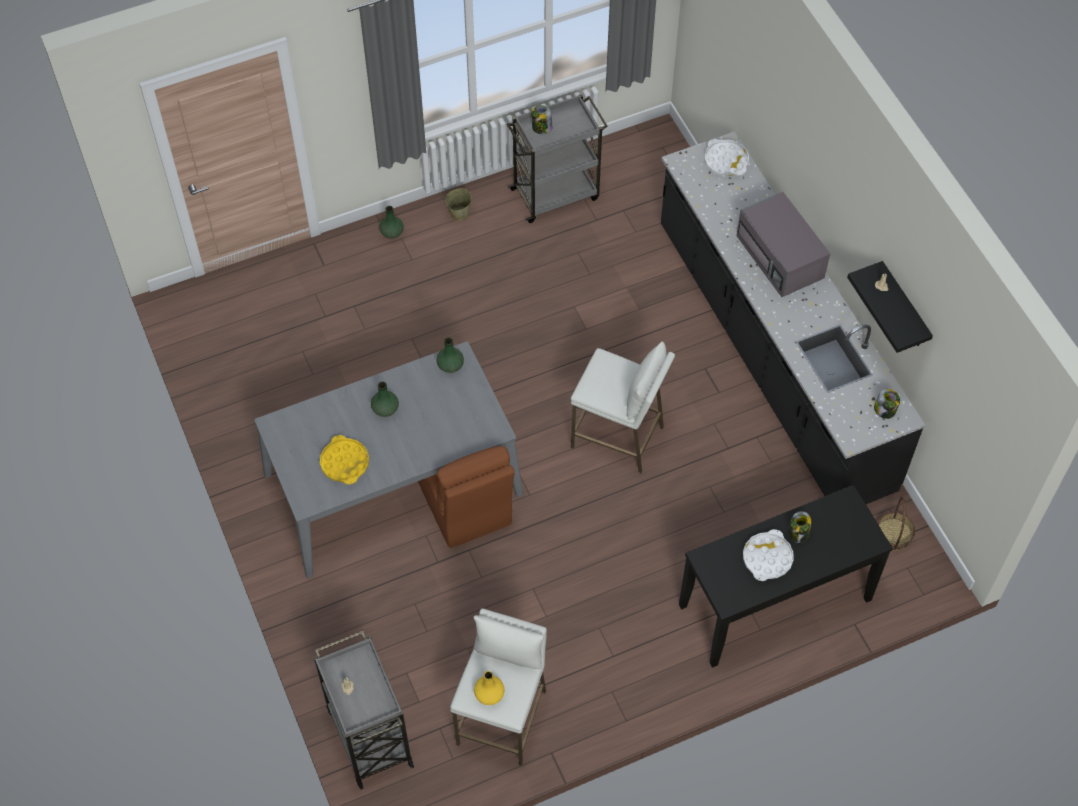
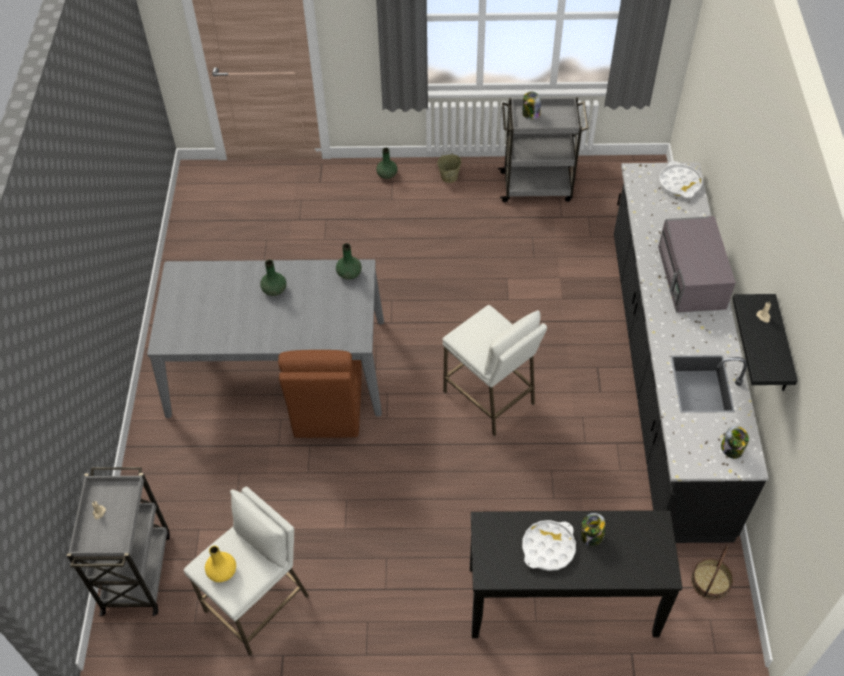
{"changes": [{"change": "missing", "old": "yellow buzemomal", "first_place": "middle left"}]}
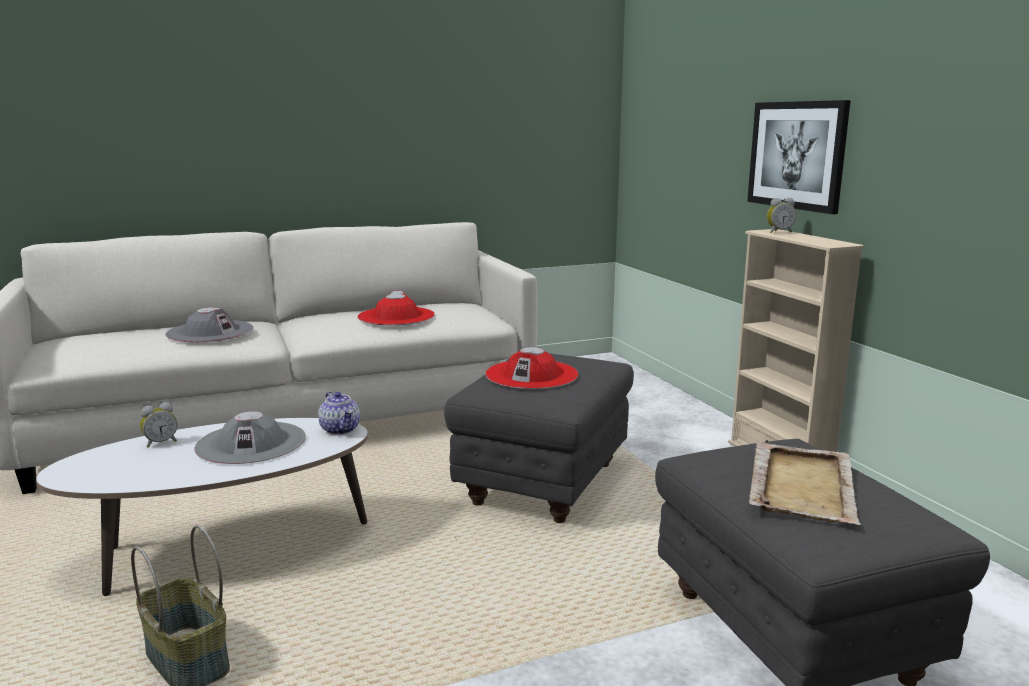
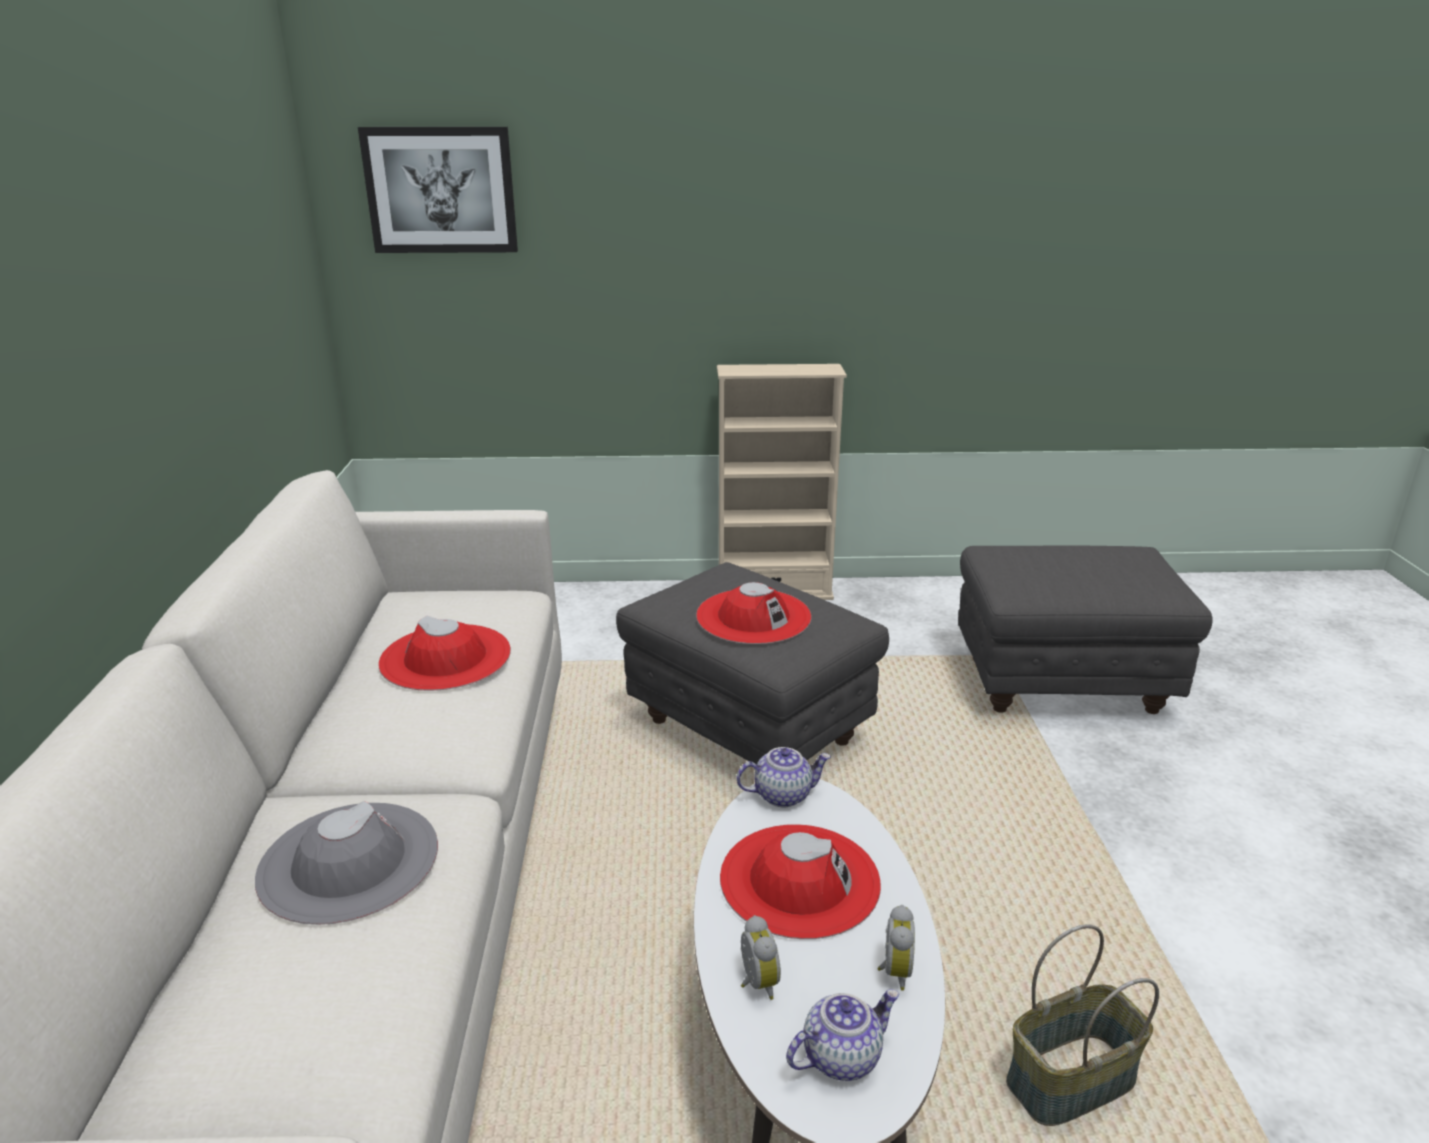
{"changes": [{"change": "relocated", "old": "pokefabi", "first_place": "top right", "second_place": "top left"}, {"change": "relocated", "old": "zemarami (no. 2 from left)", "first_place": "top right", "second_place": "bottom centre"}, {"change": "colour", "old": "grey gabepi (no. 2 from left)", "new": "red gabepi (no. 3 from left)", "first_place": "middle left", "second_place": "bottom centre"}, {"change": "missing", "old": "beige buzemomal", "first_place": "bottom right"}, {"change": "appeared", "new": "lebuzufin (no. 2 from left)", "second_place": "bottom centre"}]}
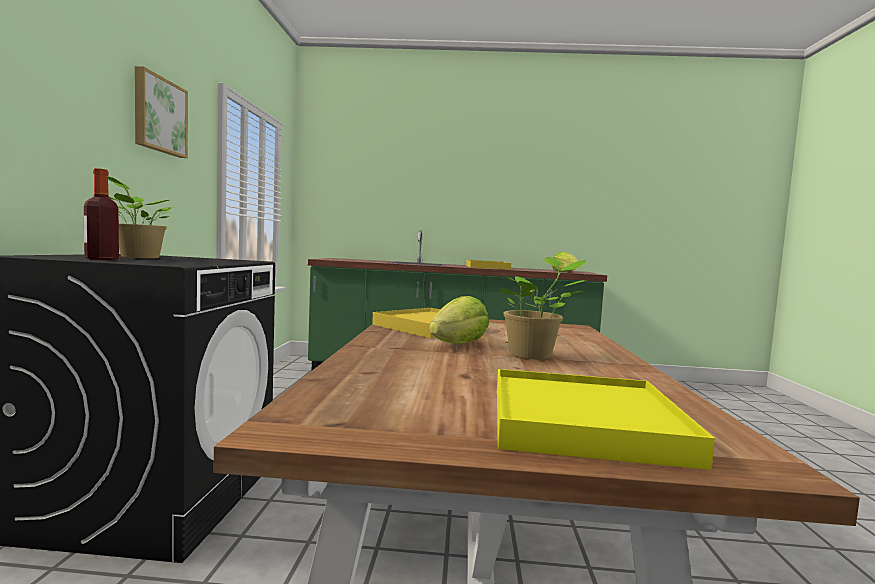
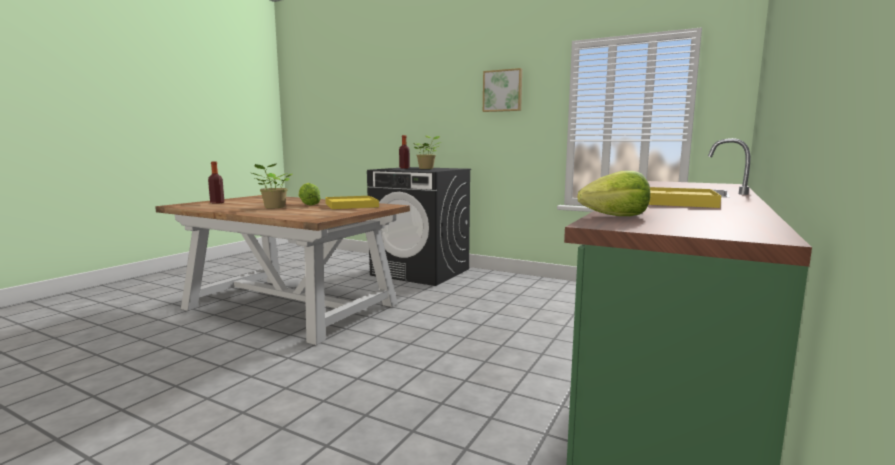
{"changes": [{"change": "exchanged", "old": "yellow buzemomal (no. 3 from left)", "new": "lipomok (no. 1 from left)", "first_place": "bottom right", "second_place": "middle left"}]}
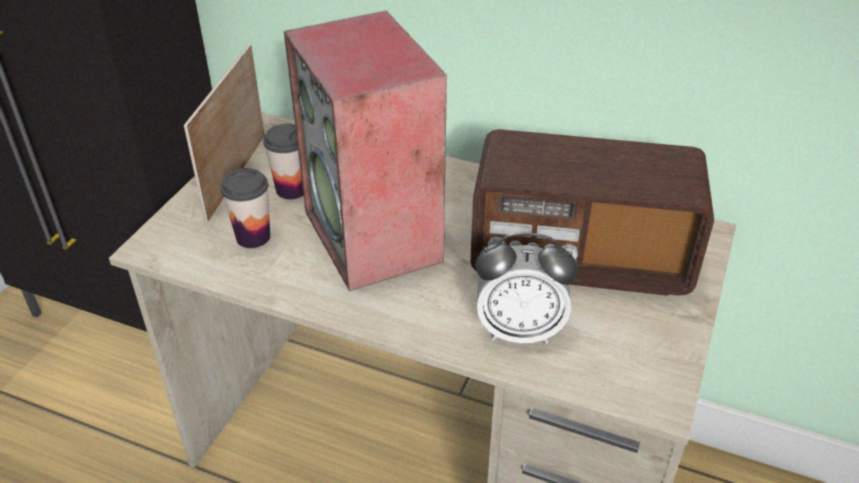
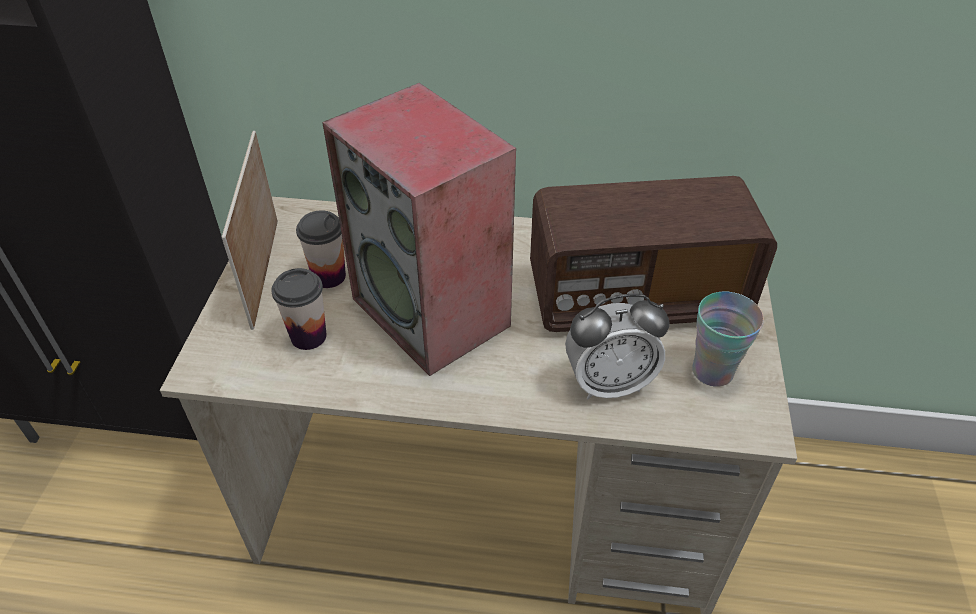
{"changes": [{"change": "appeared", "new": "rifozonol (no. 3 from left)", "second_place": "middle right"}]}
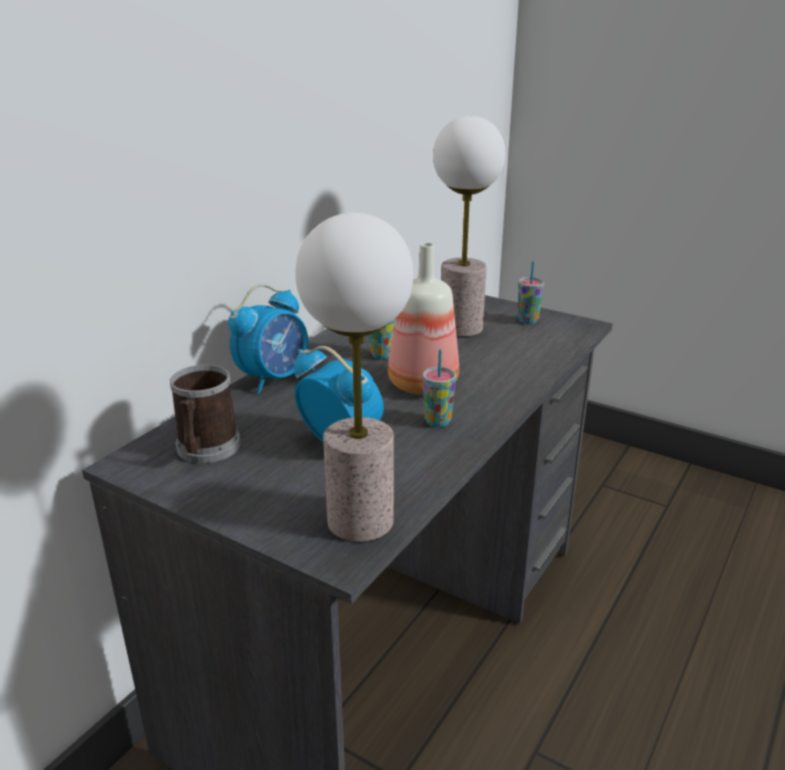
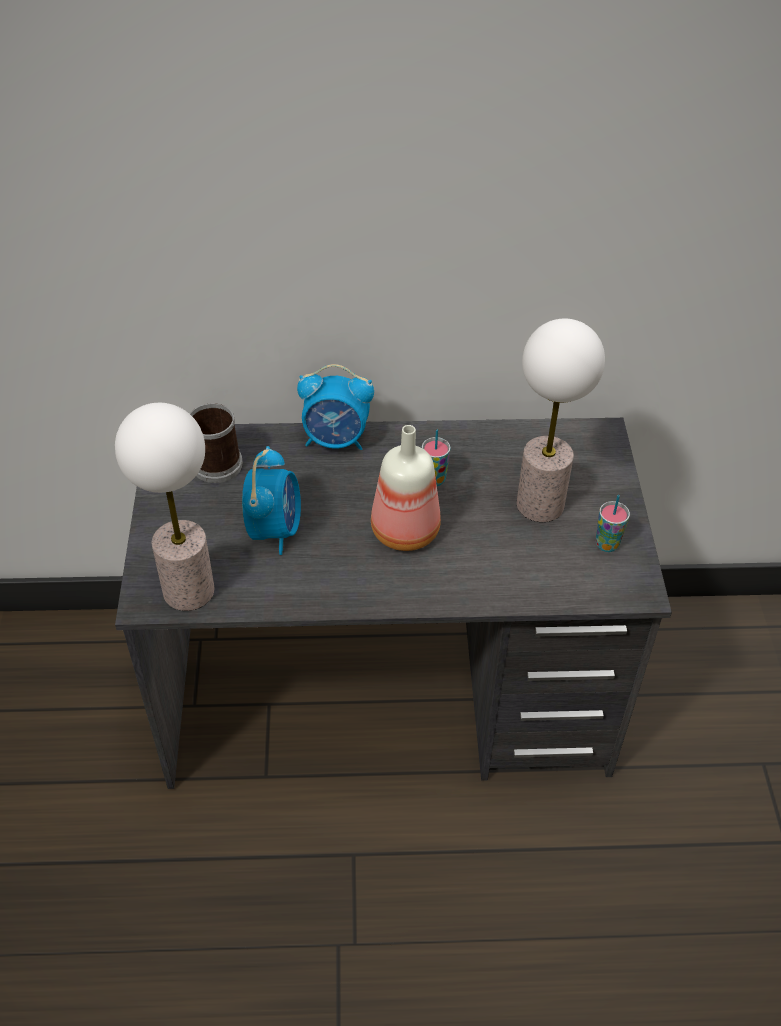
{"changes": [{"change": "missing", "old": "rifozonol (no. 2 from left)", "first_place": "centre"}]}
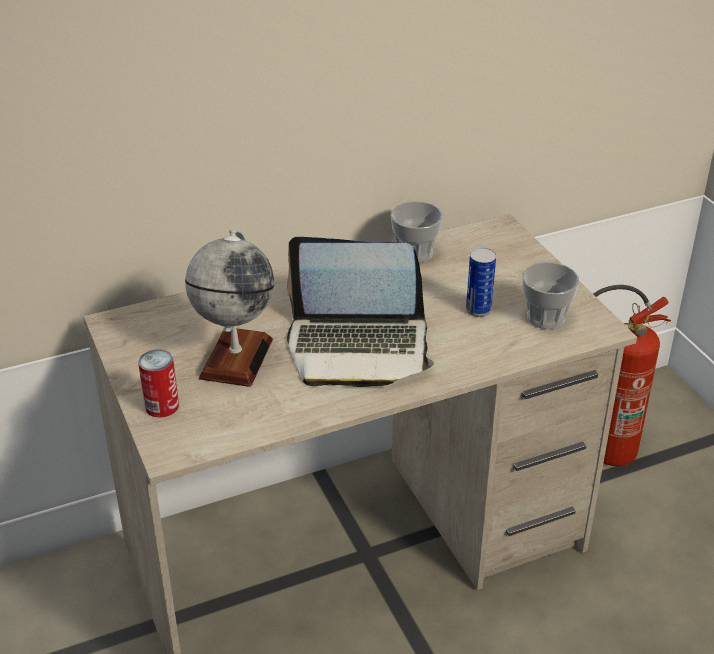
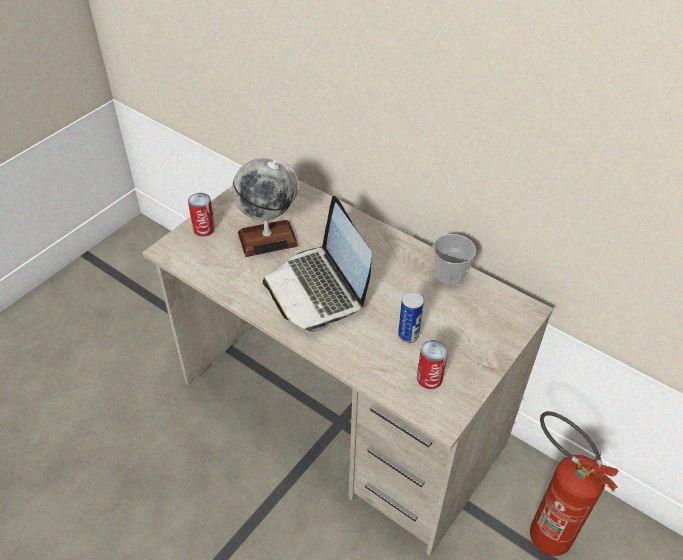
{"changes": [{"change": "exchanged", "old": "rifozonol (no. 2 from left)", "new": "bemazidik (no. 3 from left)", "first_place": "middle right", "second_place": "centre"}]}
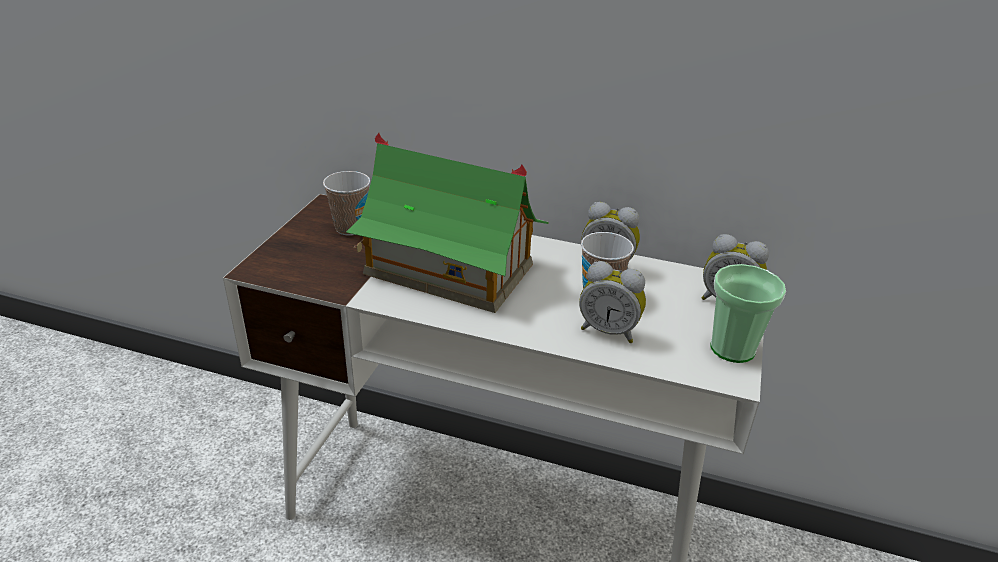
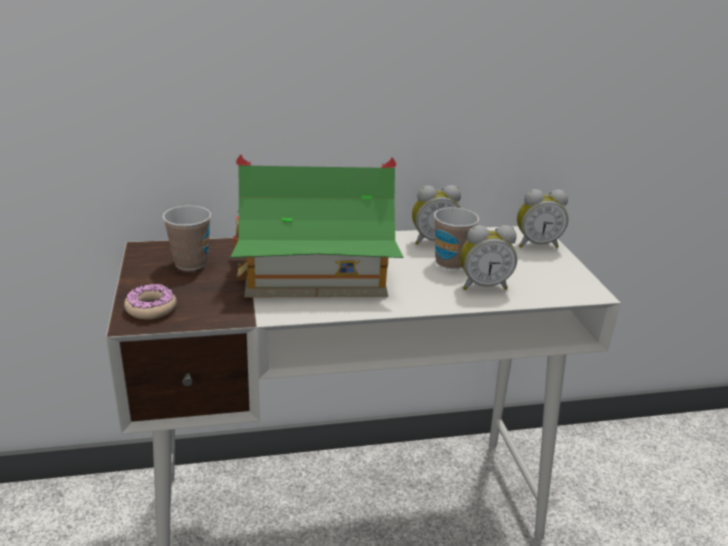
{"changes": [{"change": "missing", "old": "rifozonol (no. 3 from left)", "first_place": "middle right"}, {"change": "appeared", "new": "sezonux", "second_place": "middle left"}]}
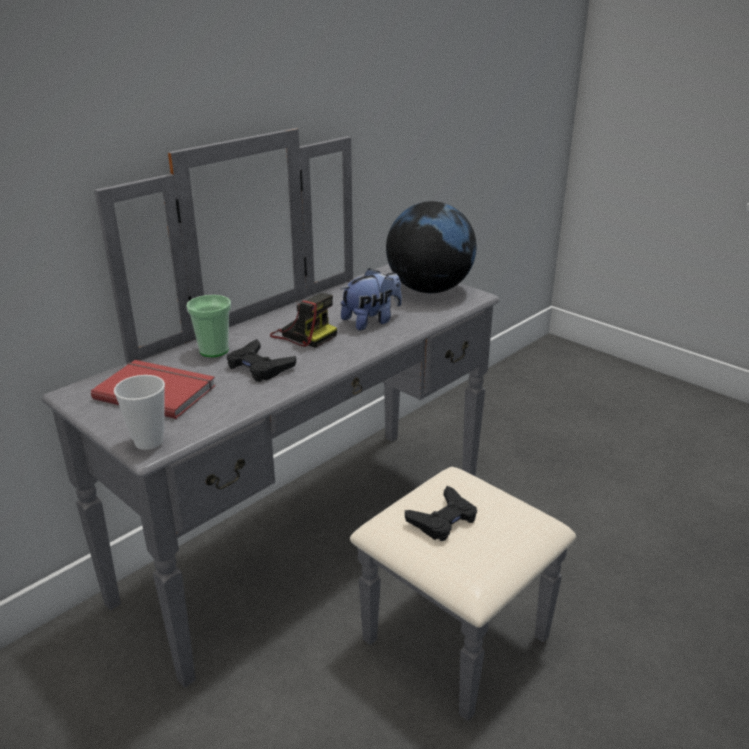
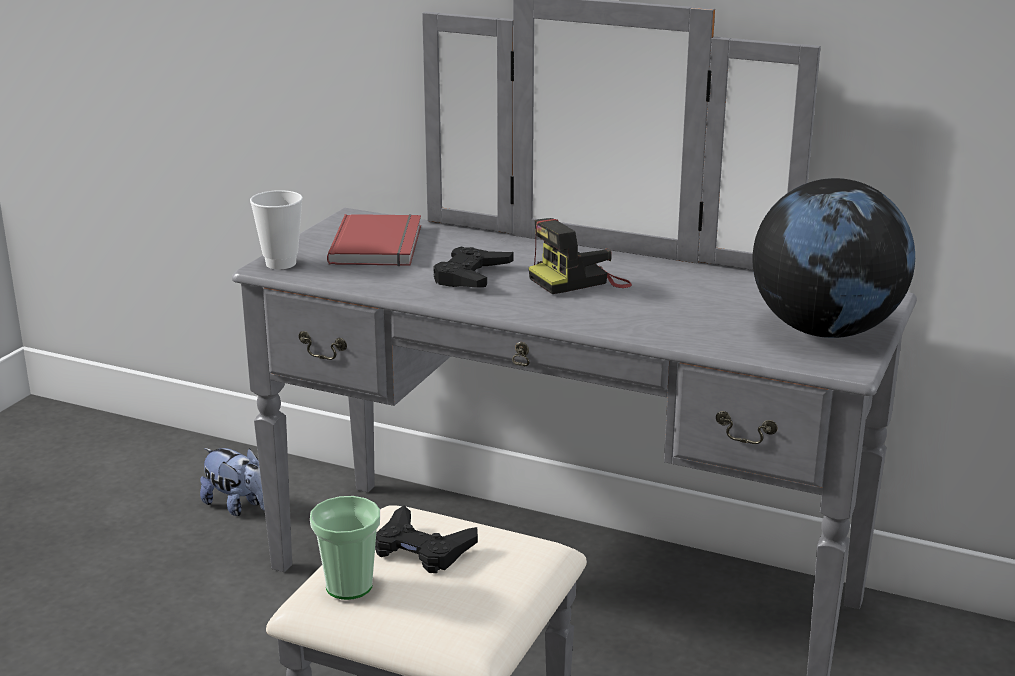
{"changes": [{"change": "relocated", "old": "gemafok", "first_place": "centre", "second_place": "bottom left"}, {"change": "spun", "old": "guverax", "first_place": "centre", "second_place": "centre", "degrees": 45}, {"change": "relocated", "old": "rifozonol (no. 2 from left)", "first_place": "middle left", "second_place": "bottom centre"}]}
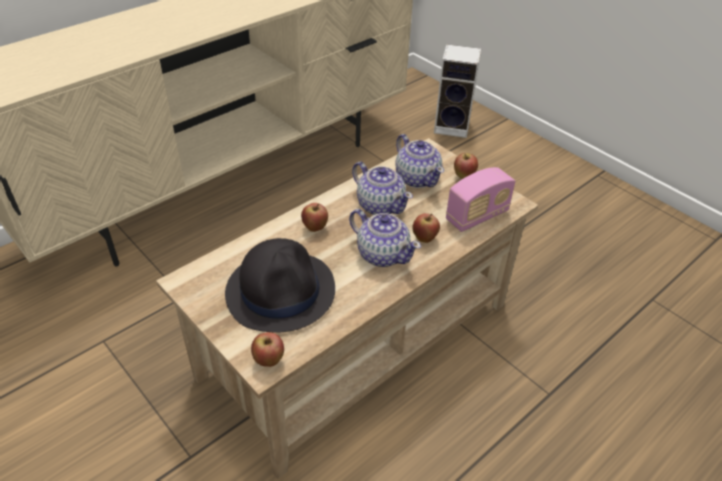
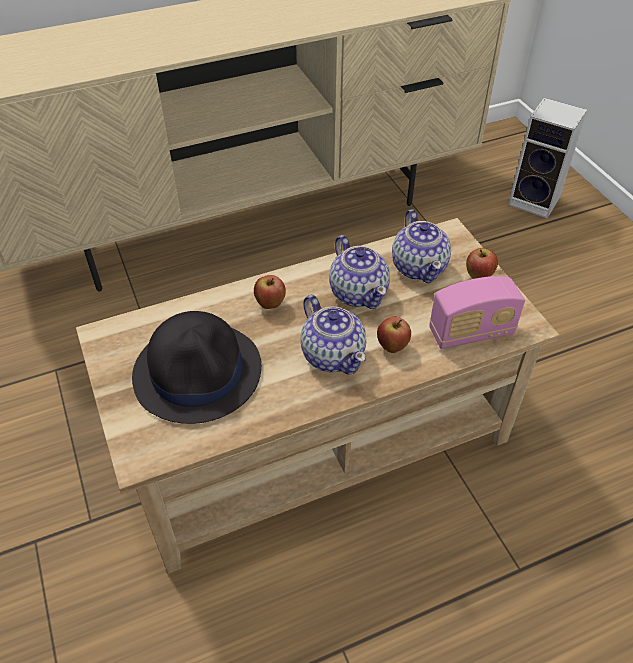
{"changes": [{"change": "missing", "old": "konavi (no. 1 from left)", "first_place": "bottom centre"}]}
